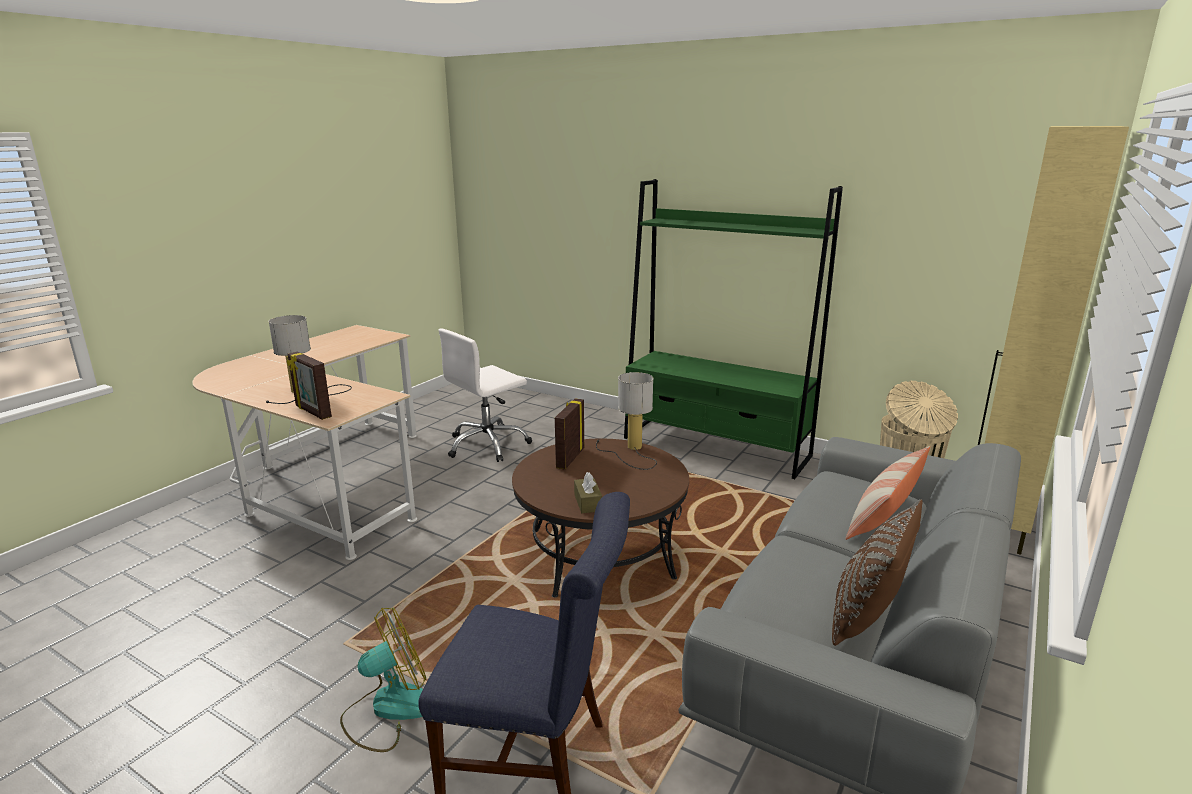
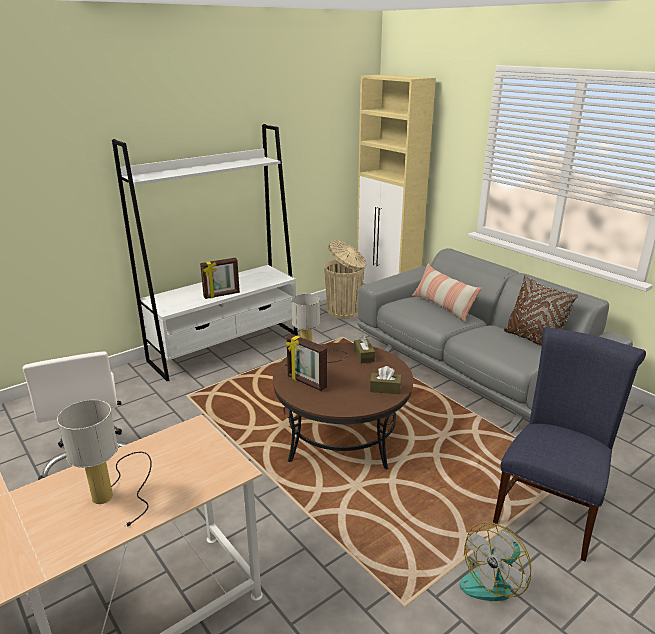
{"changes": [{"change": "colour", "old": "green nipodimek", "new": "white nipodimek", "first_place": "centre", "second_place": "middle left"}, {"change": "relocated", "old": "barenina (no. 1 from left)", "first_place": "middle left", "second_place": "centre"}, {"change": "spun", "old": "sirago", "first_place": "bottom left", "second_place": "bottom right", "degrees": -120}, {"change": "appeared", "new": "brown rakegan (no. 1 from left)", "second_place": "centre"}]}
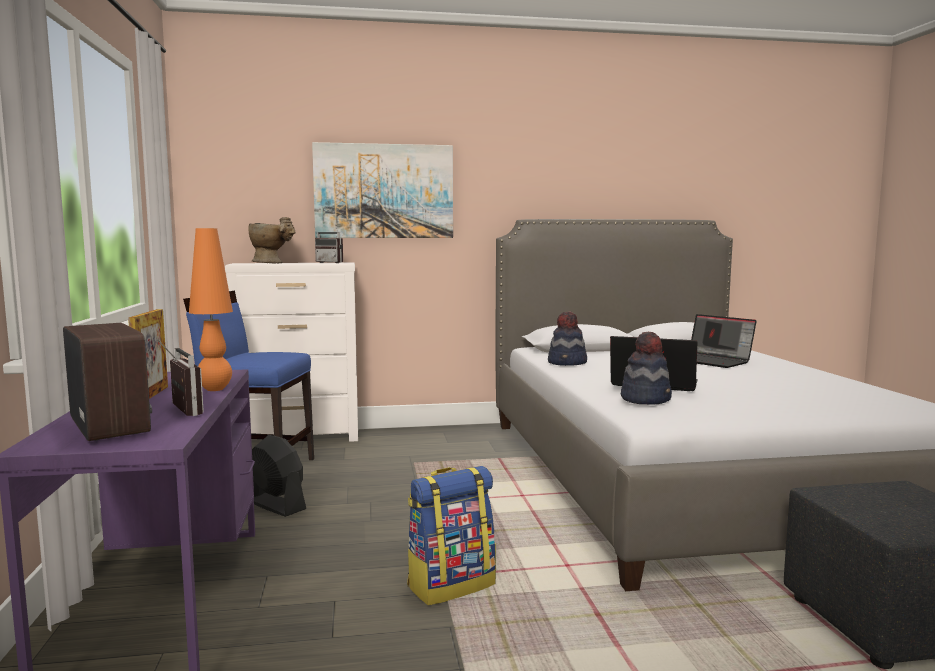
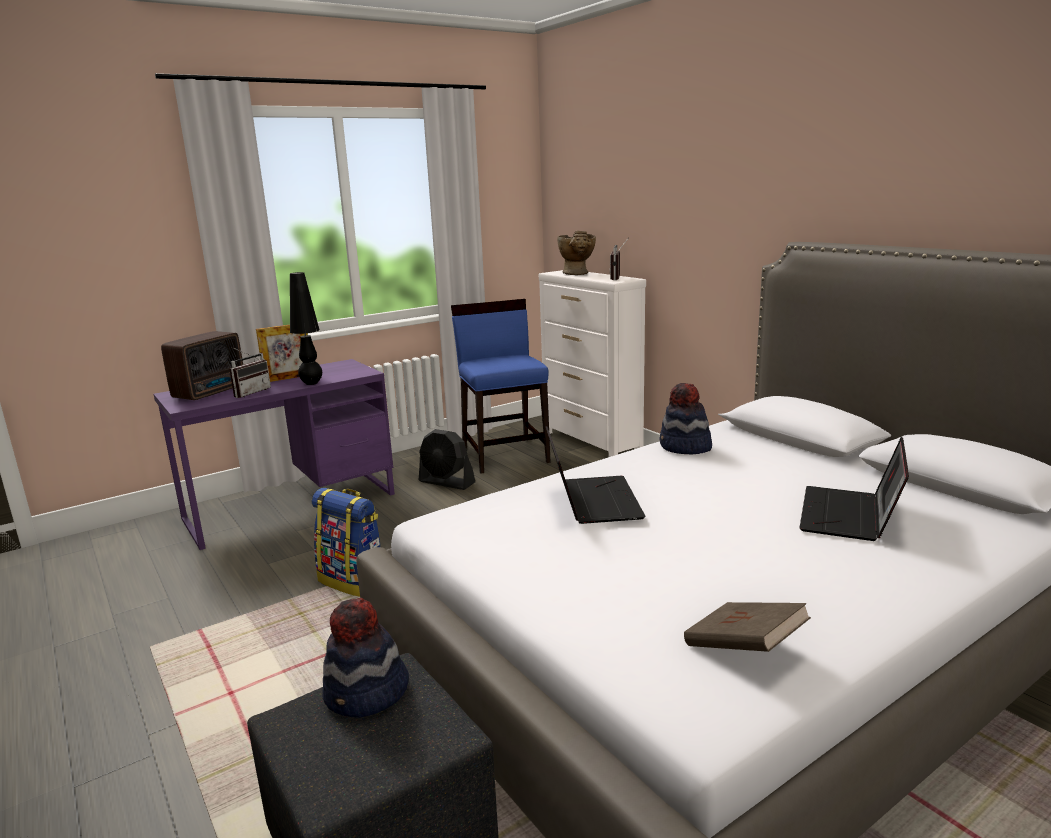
{"changes": [{"change": "missing", "old": "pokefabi", "first_place": "top centre"}, {"change": "colour", "old": "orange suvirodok", "new": "black suvirodok", "first_place": "middle left", "second_place": "middle left"}, {"change": "relocated", "old": "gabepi (no. 2 from left in the first image)", "new": "gabepi (no. 1 from left)", "first_place": "middle right", "second_place": "bottom centre"}, {"change": "spun", "old": "black sirago", "first_place": "bottom left", "second_place": "centre", "degrees": 105}, {"change": "appeared", "new": "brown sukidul", "second_place": "bottom right"}]}
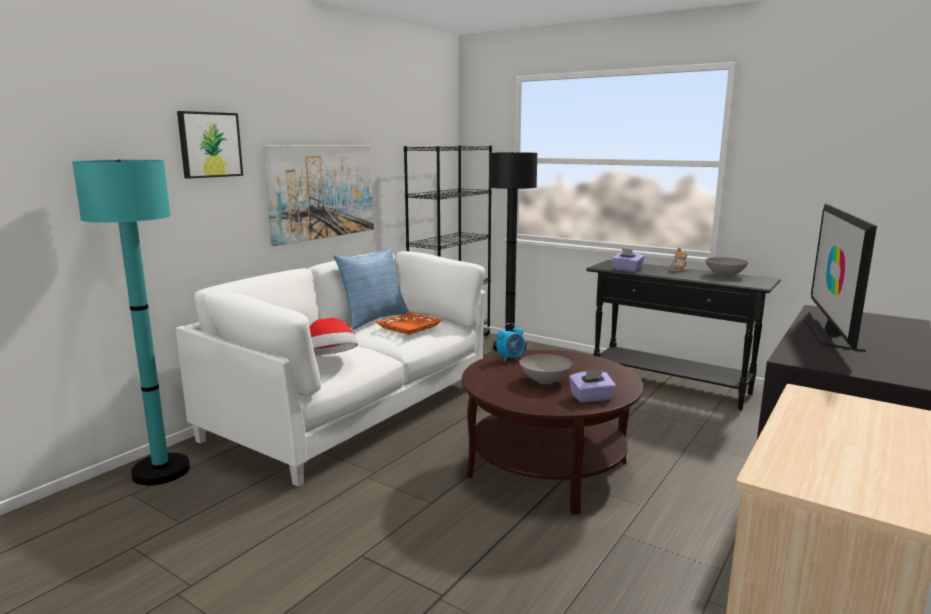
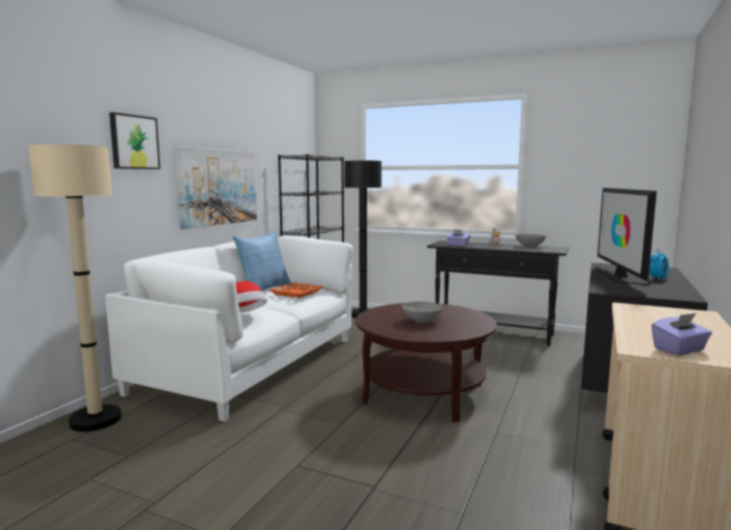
{"changes": [{"change": "colour", "old": "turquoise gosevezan", "new": "beige gosevezan", "first_place": "middle left", "second_place": "middle left"}, {"change": "relocated", "old": "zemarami", "first_place": "centre", "second_place": "middle right"}, {"change": "relocated", "old": "purple rakegan (no. 1 from left in the first image)", "new": "purple rakegan (no. 2 from left)", "first_place": "centre", "second_place": "middle right"}]}
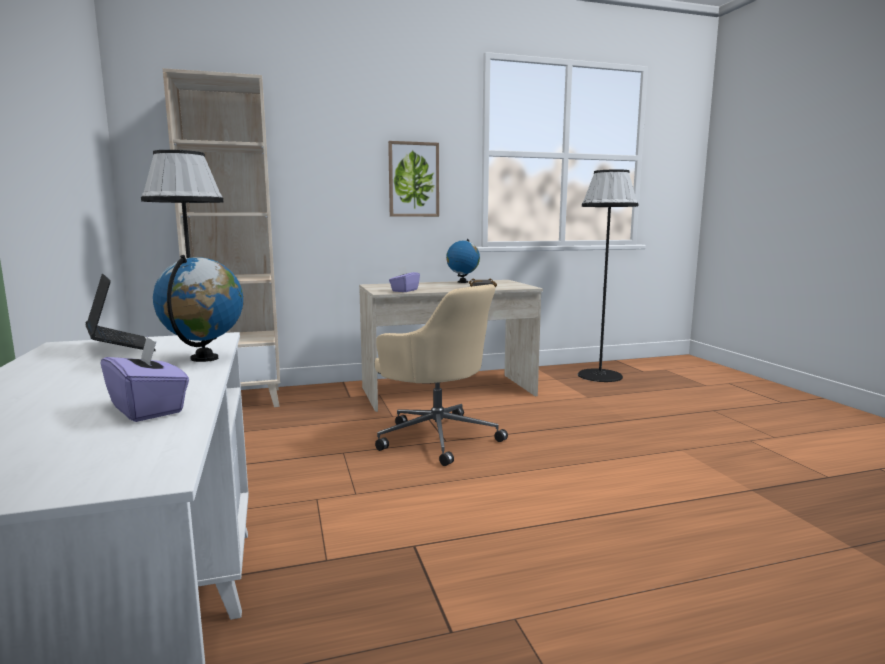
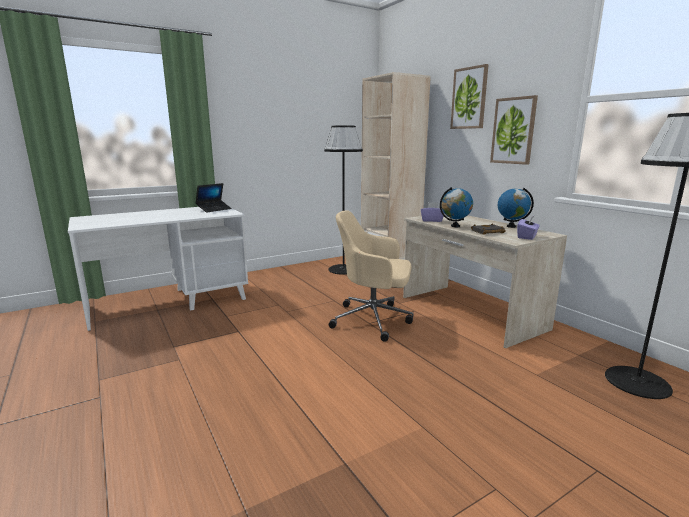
{"changes": [{"change": "relocated", "old": "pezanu (no. 1 from left)", "first_place": "middle left", "second_place": "centre"}, {"change": "spun", "old": "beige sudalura", "first_place": "centre", "second_place": "centre", "degrees": 75}, {"change": "relocated", "old": "purple rakegan (no. 1 from left in the first image)", "new": "purple rakegan (no. 2 from left)", "first_place": "middle left", "second_place": "middle right"}, {"change": "appeared", "new": "pokefabi (no. 1 from left)", "second_place": "top right"}]}
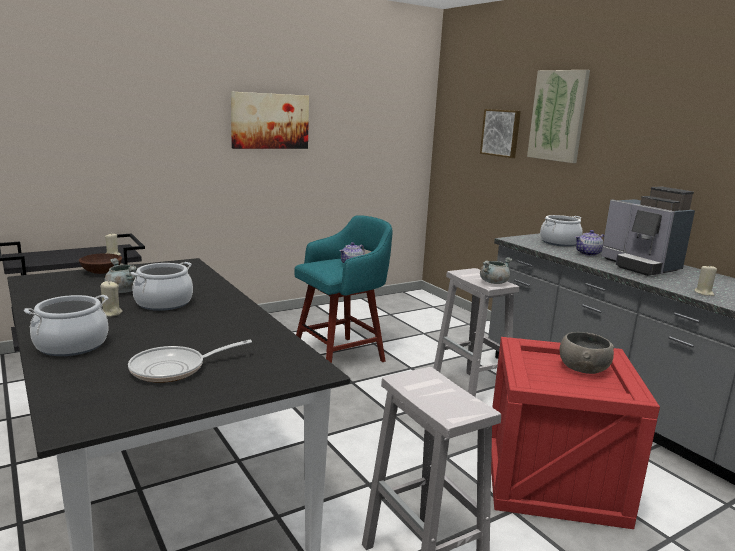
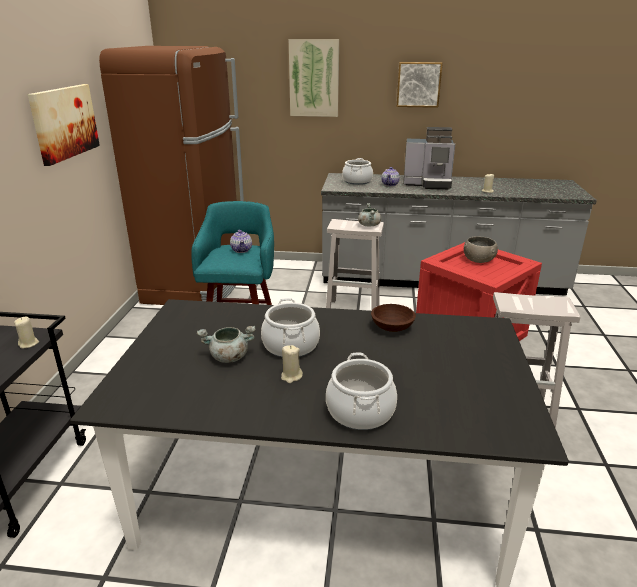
{"changes": [{"change": "relocated", "old": "pokefabi (no. 2 from left in the first image)", "new": "pokefabi (no. 3 from left)", "first_place": "top right", "second_place": "top centre"}, {"change": "relocated", "old": "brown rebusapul", "first_place": "middle left", "second_place": "centre"}, {"change": "missing", "old": "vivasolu", "first_place": "middle left"}, {"change": "appeared", "new": "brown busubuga", "second_place": "top left"}]}
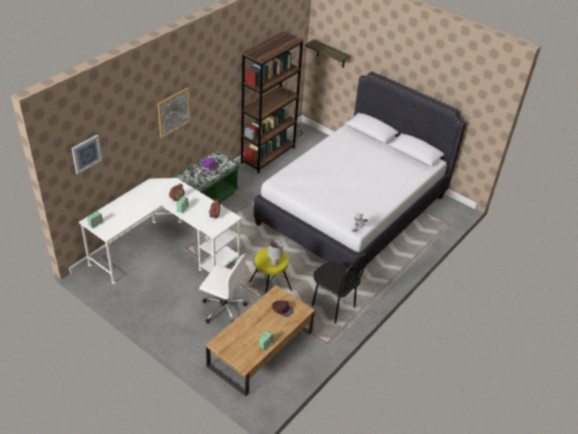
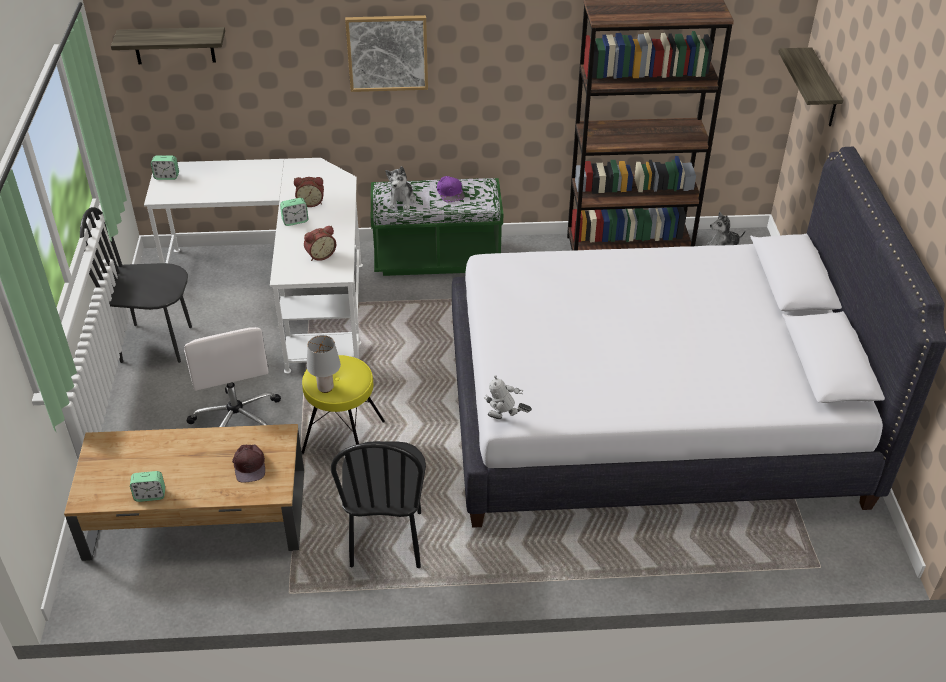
{"changes": [{"change": "exchanged", "old": "pokefabi (no. 1 from left)", "new": "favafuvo (no. 1 from left)", "first_place": "middle left", "second_place": "top left"}, {"change": "appeared", "new": "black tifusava (no. 1 from left)", "second_place": "middle left"}]}
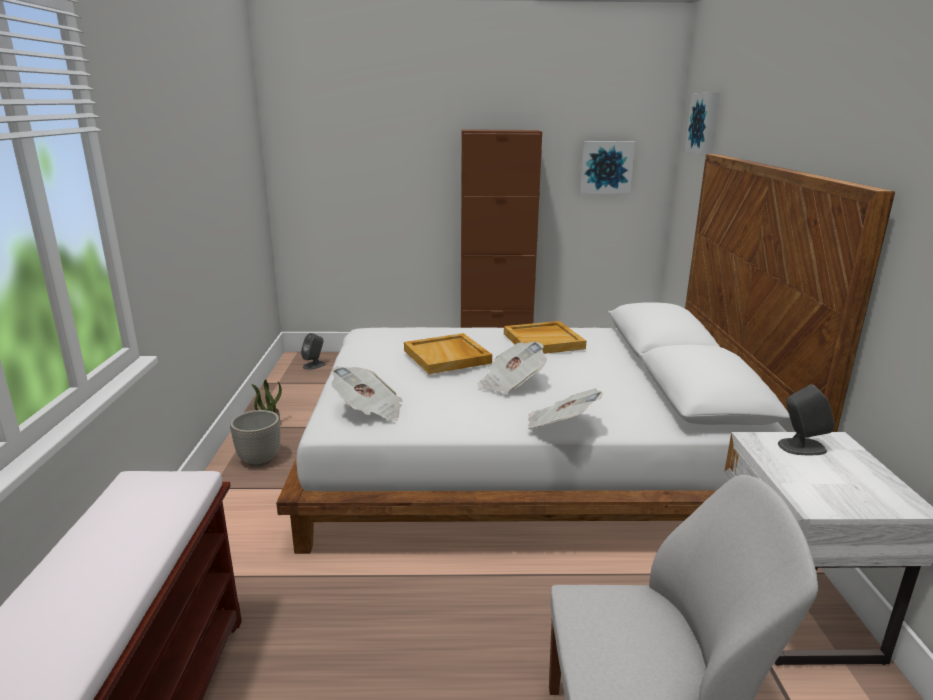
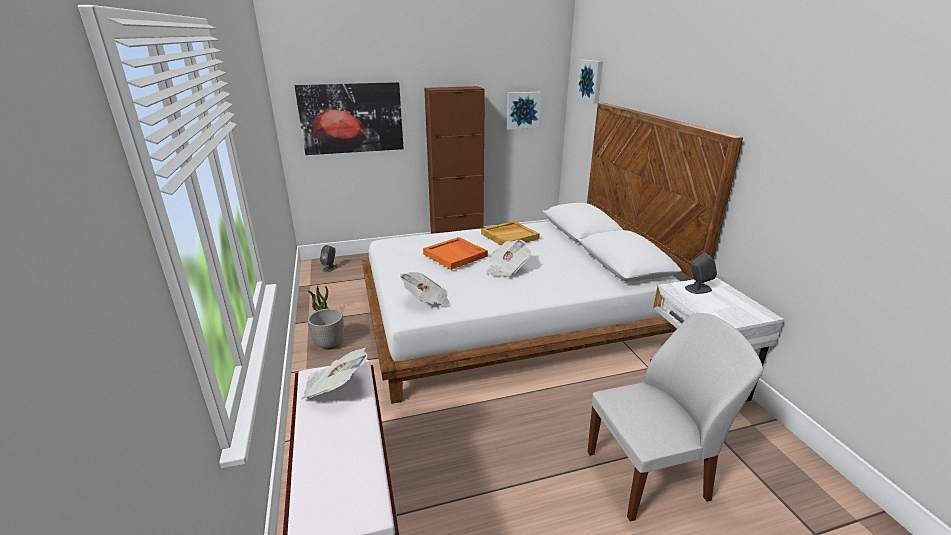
{"changes": [{"change": "colour", "old": "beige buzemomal (no. 1 from left)", "new": "orange buzemomal", "first_place": "centre", "second_place": "centre"}, {"change": "relocated", "old": "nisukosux (no. 3 from left in the first image)", "new": "nisukosux (no. 1 from left)", "first_place": "centre", "second_place": "bottom centre"}, {"change": "appeared", "new": "pokefabi (no. 1 from left)", "second_place": "top centre"}]}
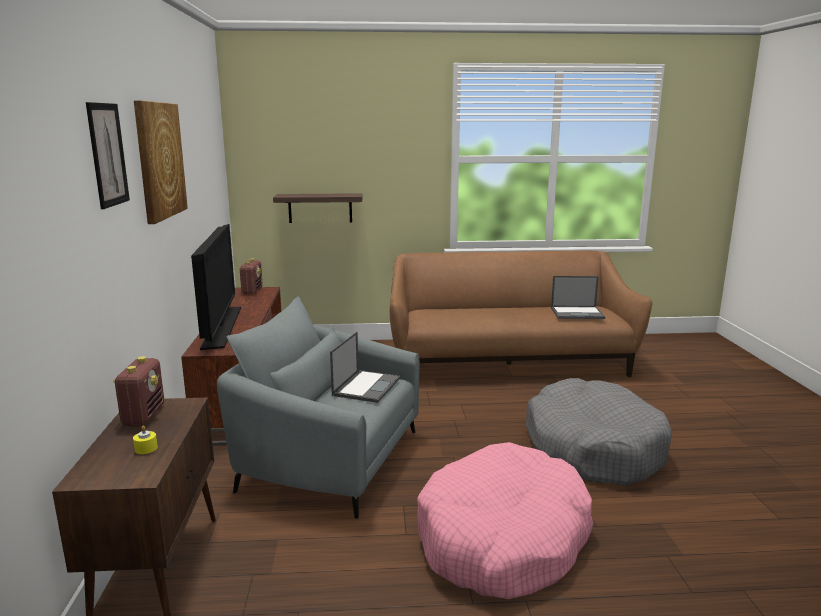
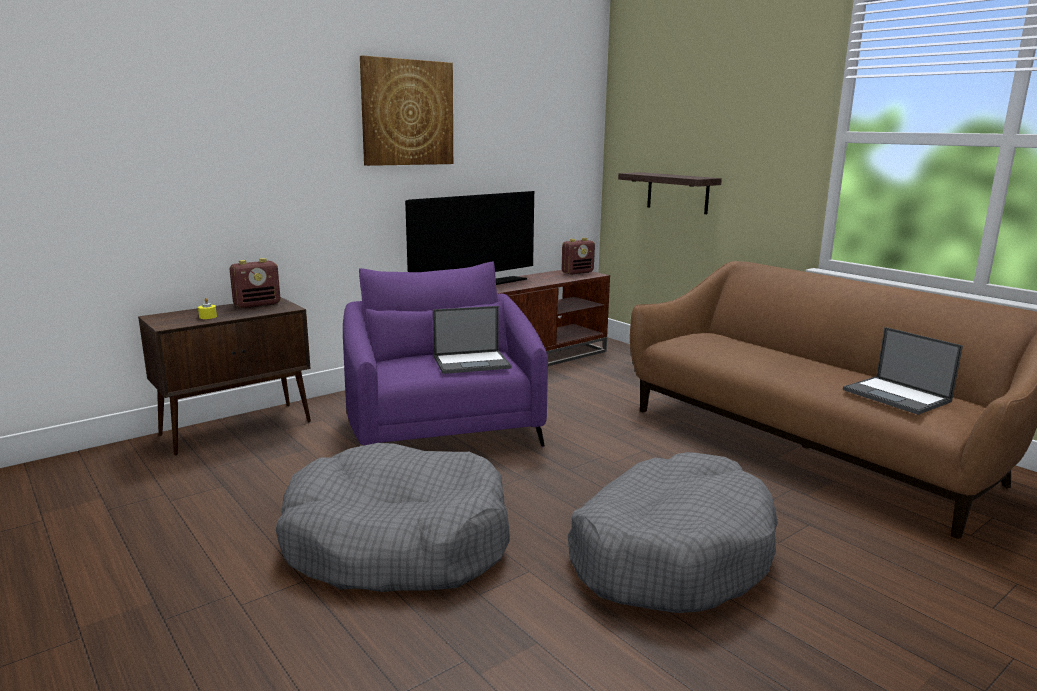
{"changes": [{"change": "missing", "old": "pokefabi (no. 1 from left)", "first_place": "top left"}, {"change": "colour", "old": "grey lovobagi", "new": "purple lovobagi", "first_place": "centre", "second_place": "centre"}, {"change": "colour", "old": "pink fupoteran", "new": "grey fupoteran (no. 1 from left)", "first_place": "bottom centre", "second_place": "bottom centre"}]}
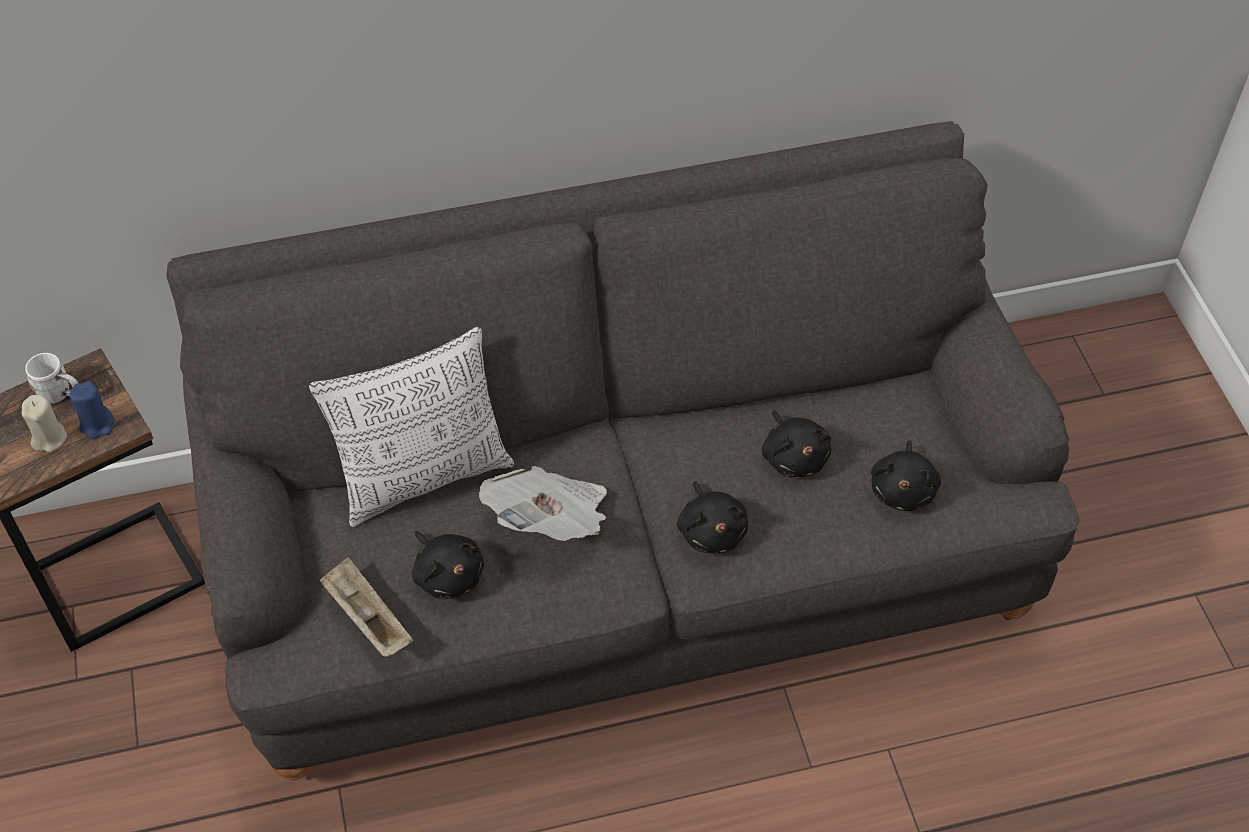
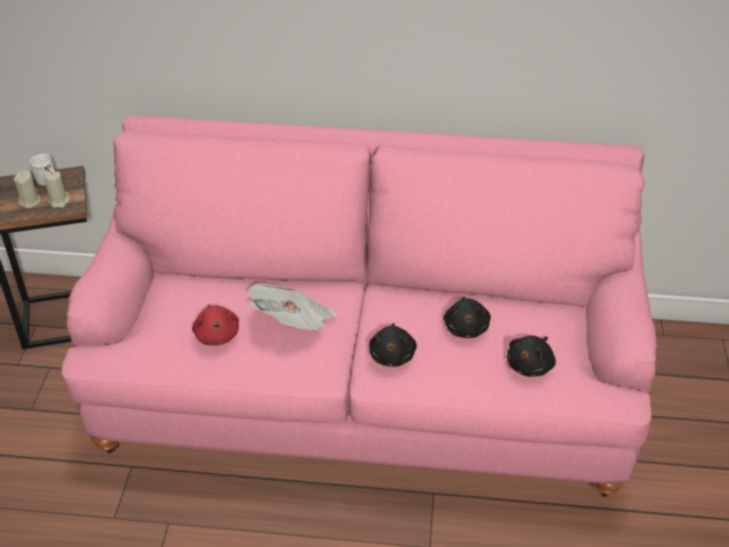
{"changes": [{"change": "colour", "old": "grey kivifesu", "new": "pink kivifesu", "first_place": "centre", "second_place": "centre"}, {"change": "missing", "old": "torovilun", "first_place": "middle left"}, {"change": "colour", "old": "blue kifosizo", "new": "beige kifosizo (no. 2 from left)", "first_place": "middle left", "second_place": "middle left"}, {"change": "colour", "old": "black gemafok (no. 1 from left)", "new": "red gemafok", "first_place": "bottom centre", "second_place": "middle left"}, {"change": "missing", "old": "beige buzemomal", "first_place": "bottom left"}]}
